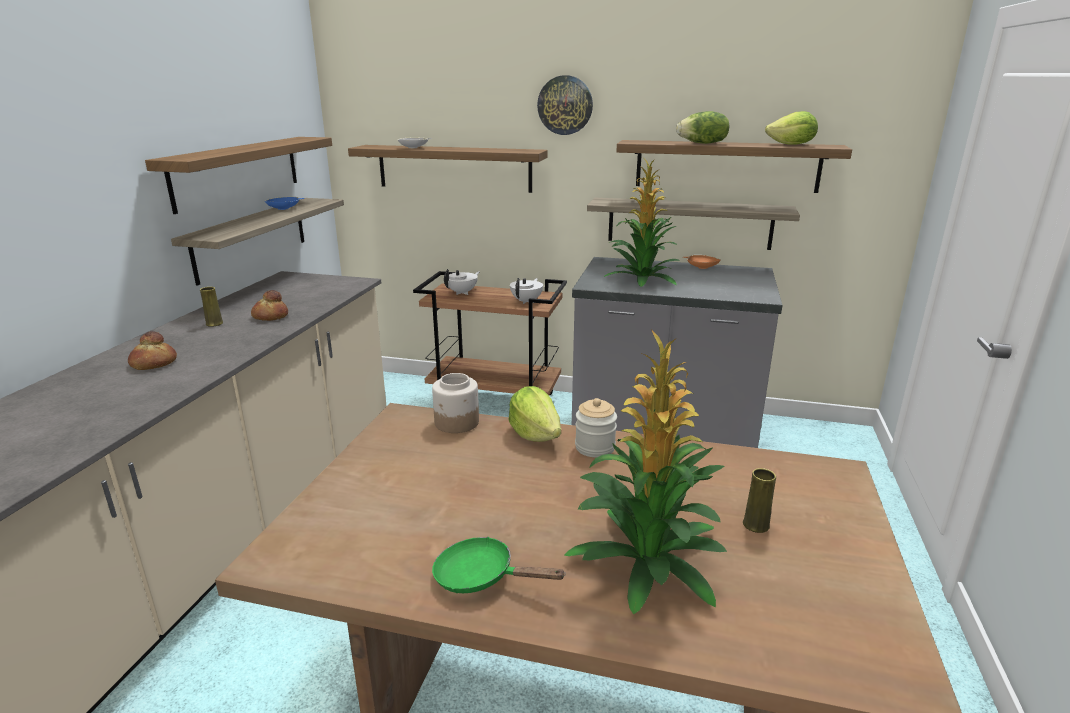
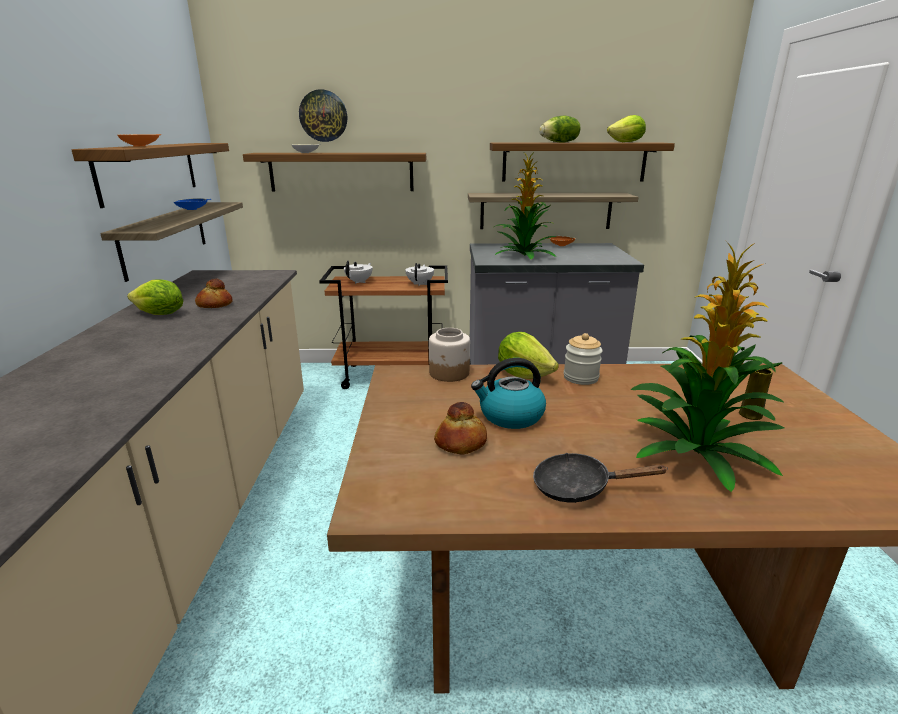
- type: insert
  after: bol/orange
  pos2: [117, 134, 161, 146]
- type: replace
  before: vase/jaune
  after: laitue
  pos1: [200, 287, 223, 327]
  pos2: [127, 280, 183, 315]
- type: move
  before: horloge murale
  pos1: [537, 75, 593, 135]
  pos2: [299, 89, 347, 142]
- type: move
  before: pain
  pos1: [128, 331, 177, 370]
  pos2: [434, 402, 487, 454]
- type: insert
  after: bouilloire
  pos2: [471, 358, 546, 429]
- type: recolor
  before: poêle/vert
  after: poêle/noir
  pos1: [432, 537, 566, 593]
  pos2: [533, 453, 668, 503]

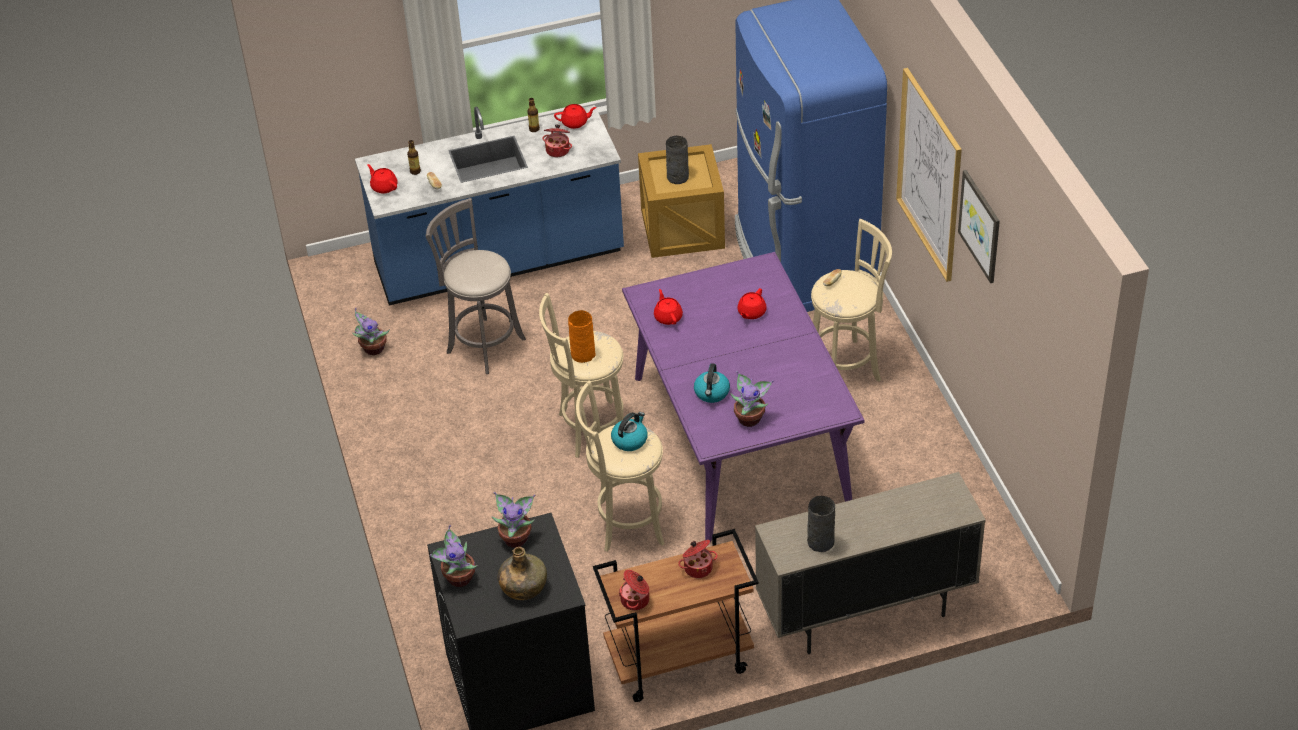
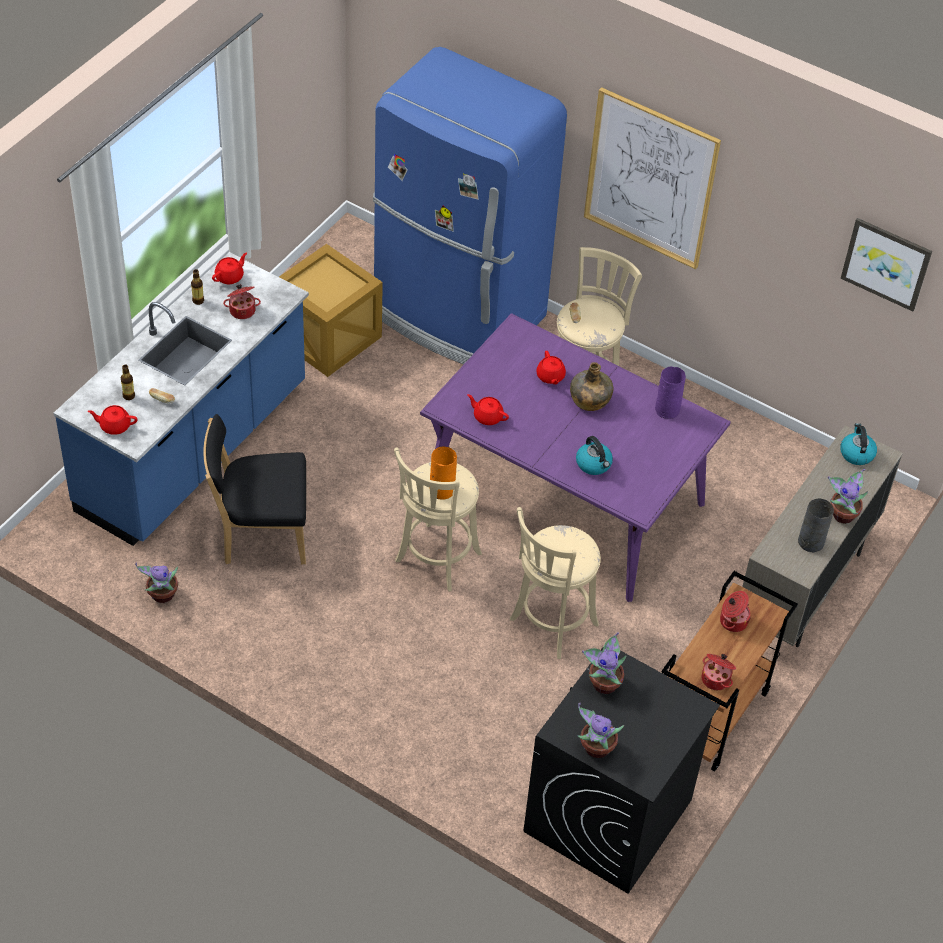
- type: replace
  before: tabouret/gris
  after: chaise/noir
  pos1: [426, 198, 526, 374]
  pos2: [203, 414, 306, 564]
- type: move
  before: bouteille/vert
  pos1: [498, 547, 547, 600]
  pos2: [570, 362, 614, 411]
- type: insert
  after: vase/violet
  pos2: [655, 367, 686, 419]
- type: move
  before: plante en pot
  pos1: [730, 371, 773, 427]
  pos2: [828, 469, 868, 524]
- type: move
  before: bouilloire
  pos1: [611, 412, 648, 451]
  pos2: [840, 423, 877, 465]
- type: move
  before: tableau
  pos1: [958, 170, 1000, 283]
  pos2: [841, 218, 932, 311]
- type: delete
  before: vase/gris
  pos1: [666, 136, 689, 184]

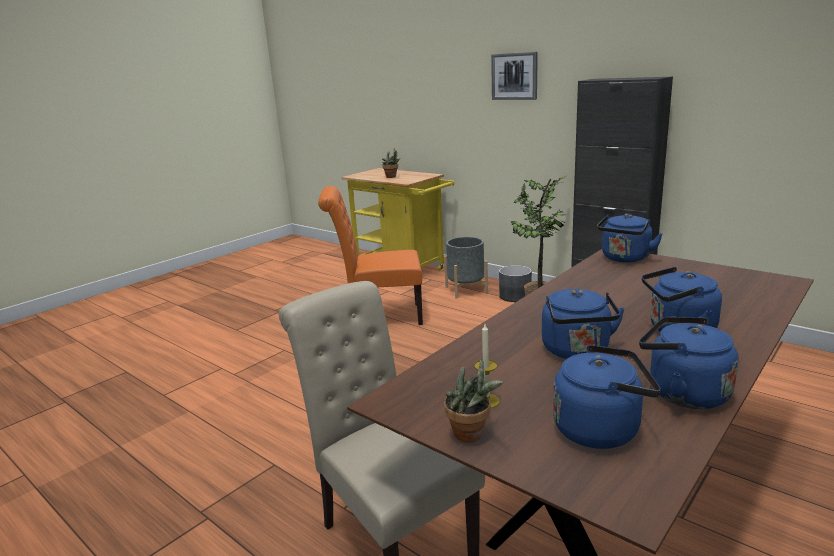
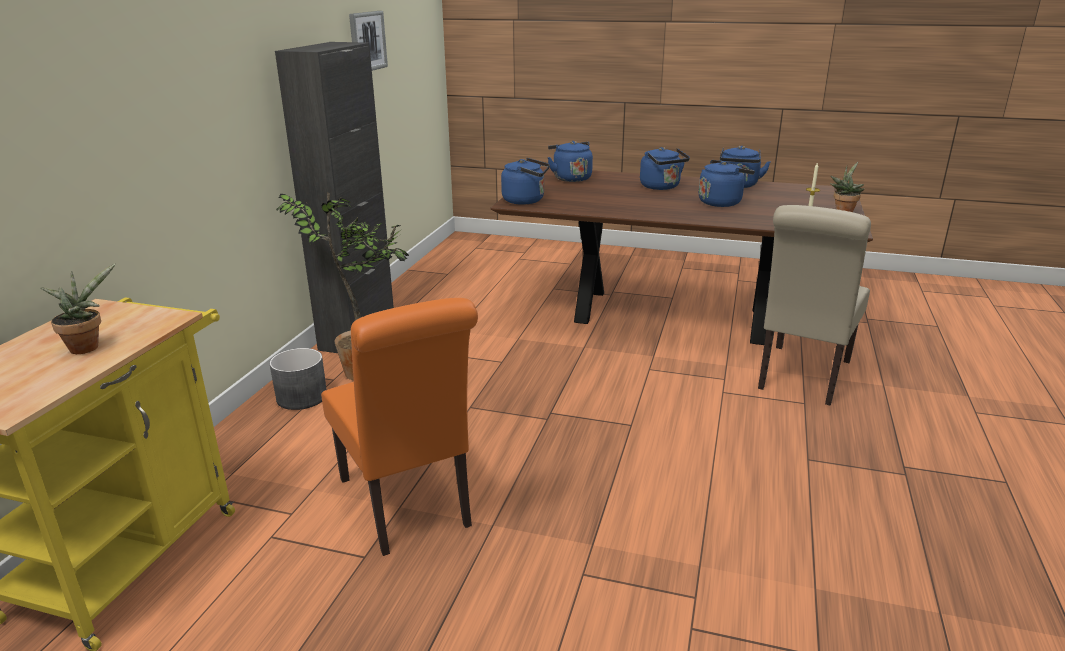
- type: move
  before: tableau
  pos1: [491, 52, 538, 100]
  pos2: [349, 11, 388, 71]
- type: move
  before: bouilloire/bleu
  pos1: [553, 345, 661, 449]
  pos2: [547, 141, 593, 182]
- type: delete
  before: cache-pot/gris
  pos1: [444, 237, 488, 299]

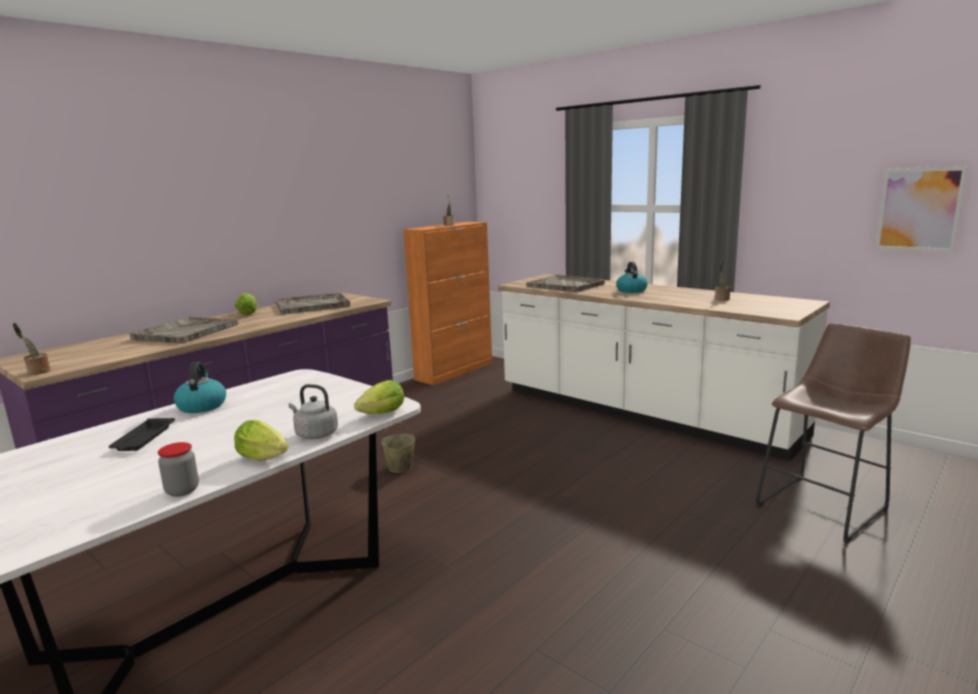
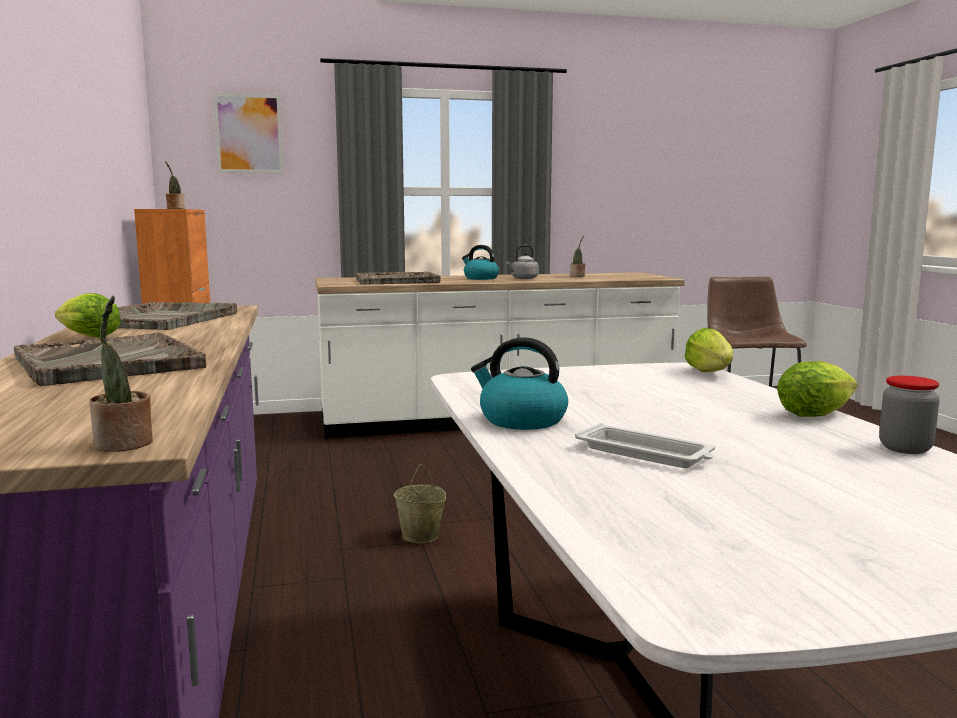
- type: move
  before: tableau
  pos1: [875, 167, 968, 252]
  pos2: [213, 93, 284, 174]
- type: move
  before: bouilloire/gris
  pos1: [289, 384, 338, 439]
  pos2: [506, 245, 539, 279]
- type: recolor
  before: plateau/noir
  after: plateau/blanc
  pos1: [109, 418, 175, 451]
  pos2: [575, 423, 715, 468]

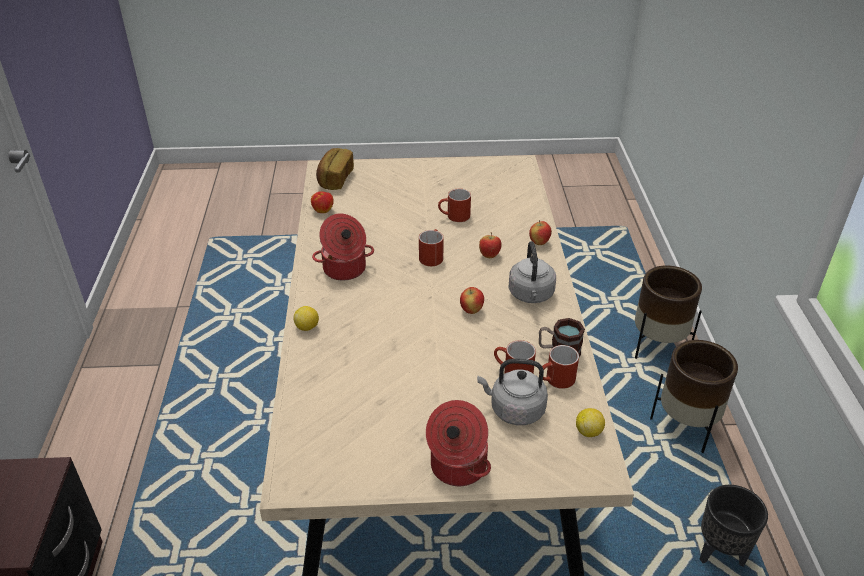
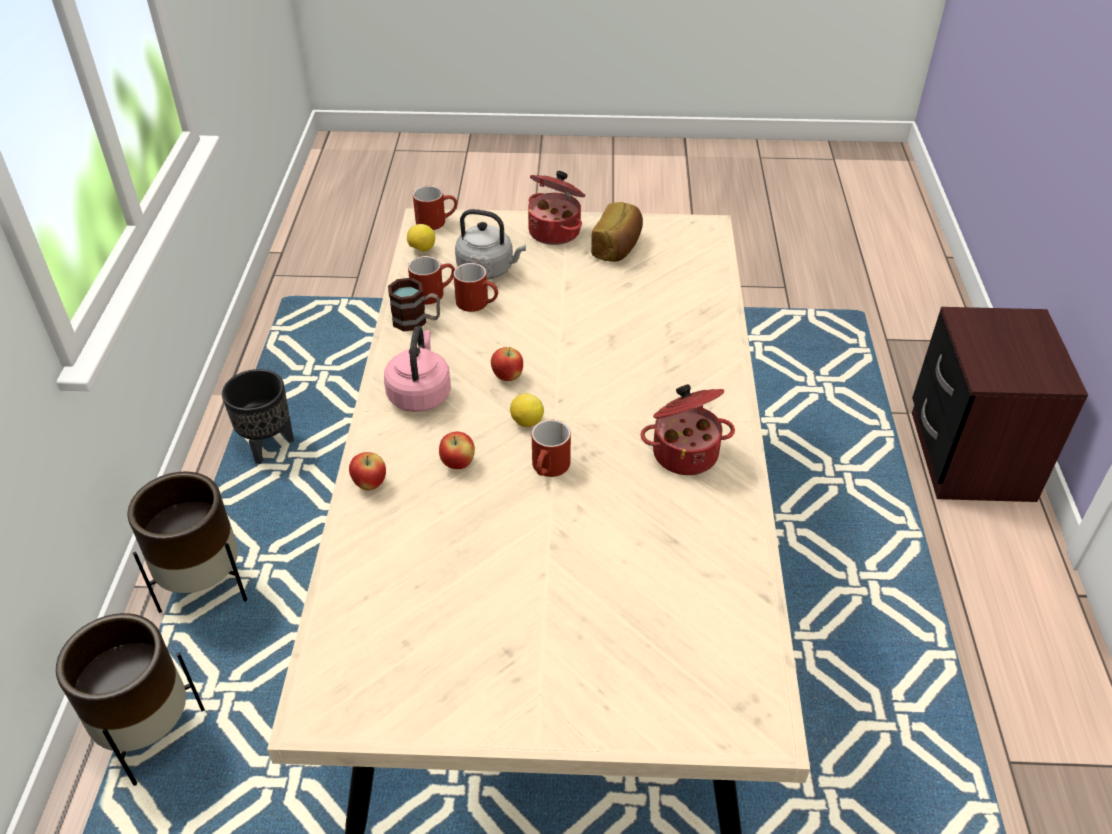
- type: recolor
  before: bouilloire/gris
  after: bouilloire/rose
  pos1: [508, 241, 556, 303]
  pos2: [384, 326, 451, 412]
- type: move
  before: mug/rouge
  pos1: [438, 189, 471, 222]
  pos2: [413, 186, 457, 230]
- type: move
  before: citron
  pos1: [293, 306, 319, 331]
  pos2: [510, 393, 544, 427]
- type: move
  before: pain
  pos1: [316, 148, 354, 190]
  pos2: [591, 202, 643, 262]
- type: delete
  before: pomme
  pos1: [311, 191, 334, 213]

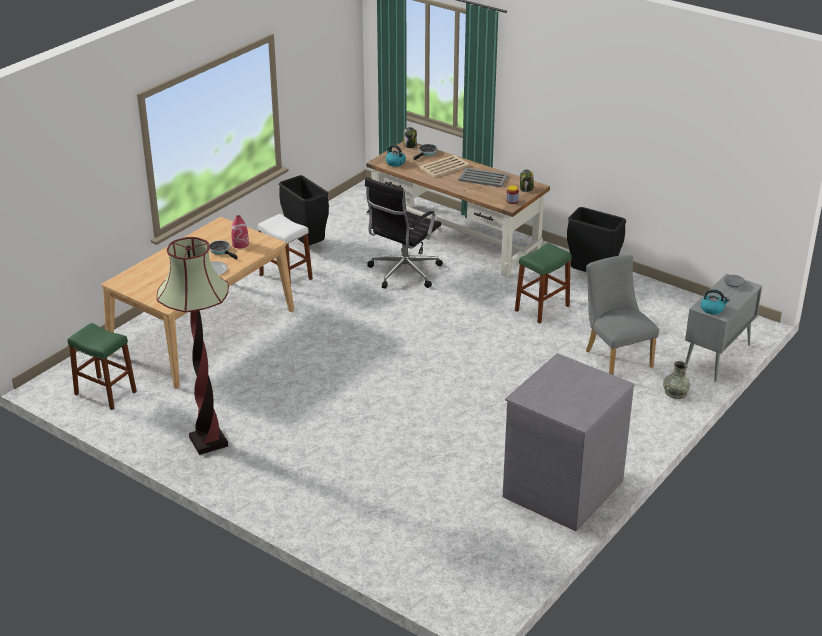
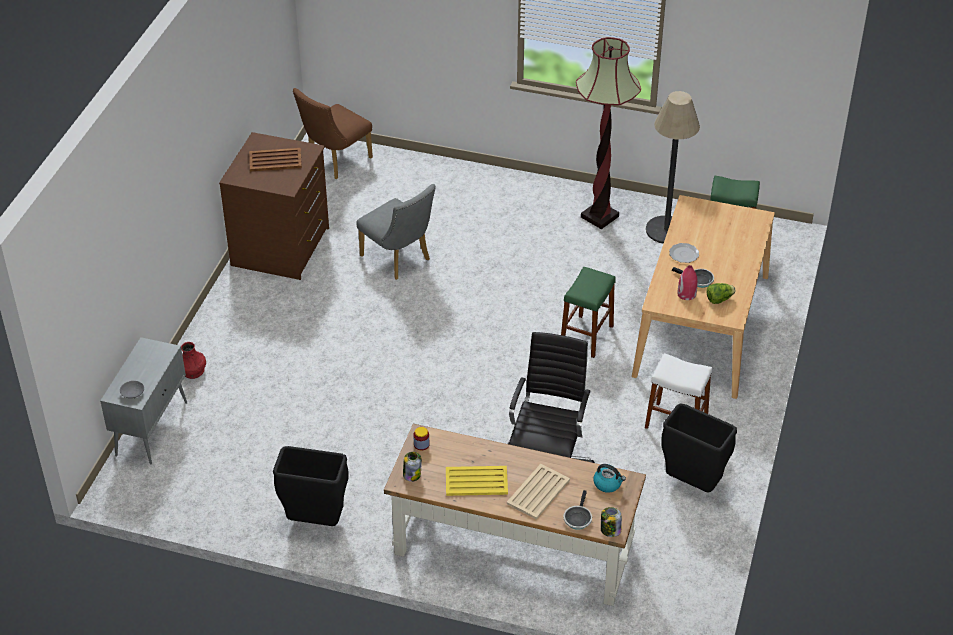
- type: recolor
  before: vase/gris
  after: vase/rouge
  pos1: [663, 361, 690, 399]
  pos2: [181, 342, 206, 379]
- type: recolor
  before: commode/gris
  after: commode/marron
  pos1: [503, 353, 635, 531]
  pos2: [219, 132, 329, 280]
- type: insert
  after: plateau/marron
  pos2: [249, 148, 302, 172]
- type: insert
  after: chaise/marron
  pos2: [293, 88, 373, 179]
- type: move
  before: chaise/gris
  pos1: [586, 255, 659, 375]
  pos2: [356, 184, 436, 280]
- type: recolor
  before: plateau/gris
  after: plateau/jaune
  pos1: [458, 168, 508, 187]
  pos2: [446, 466, 508, 496]
- type: move
  before: tabouret/vert
  pos1: [515, 243, 572, 323]
  pos2: [561, 267, 616, 358]
- type: insert
  after: lampadaire
  pos2: [646, 91, 700, 244]
- type: insert
  after: laitue
  pos2: [707, 283, 736, 304]
- type: delete
  before: bouilloire
  pos1: [701, 289, 730, 314]

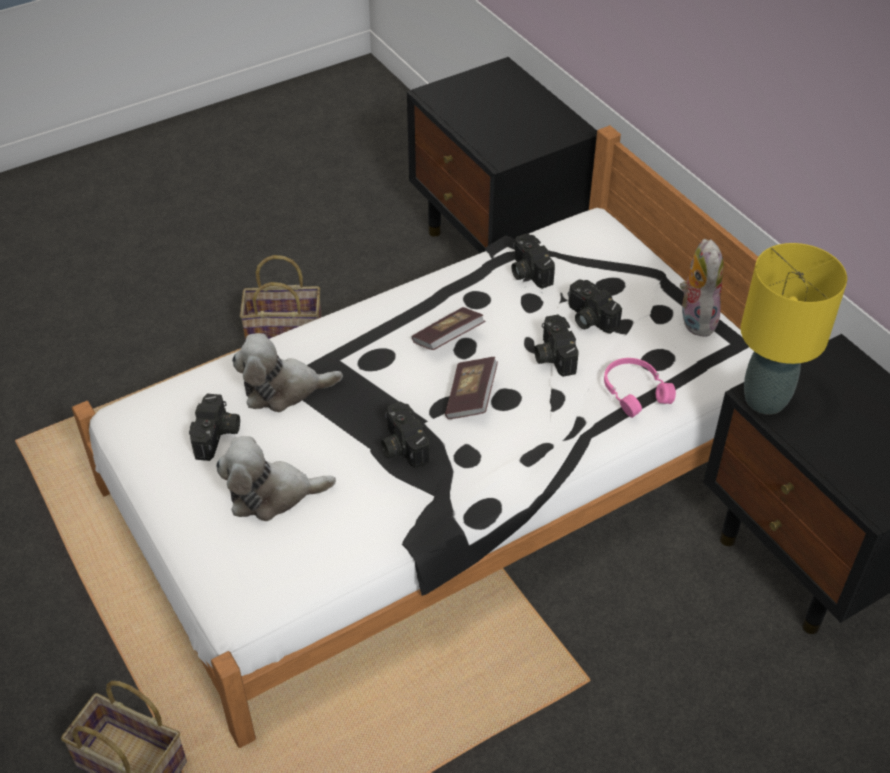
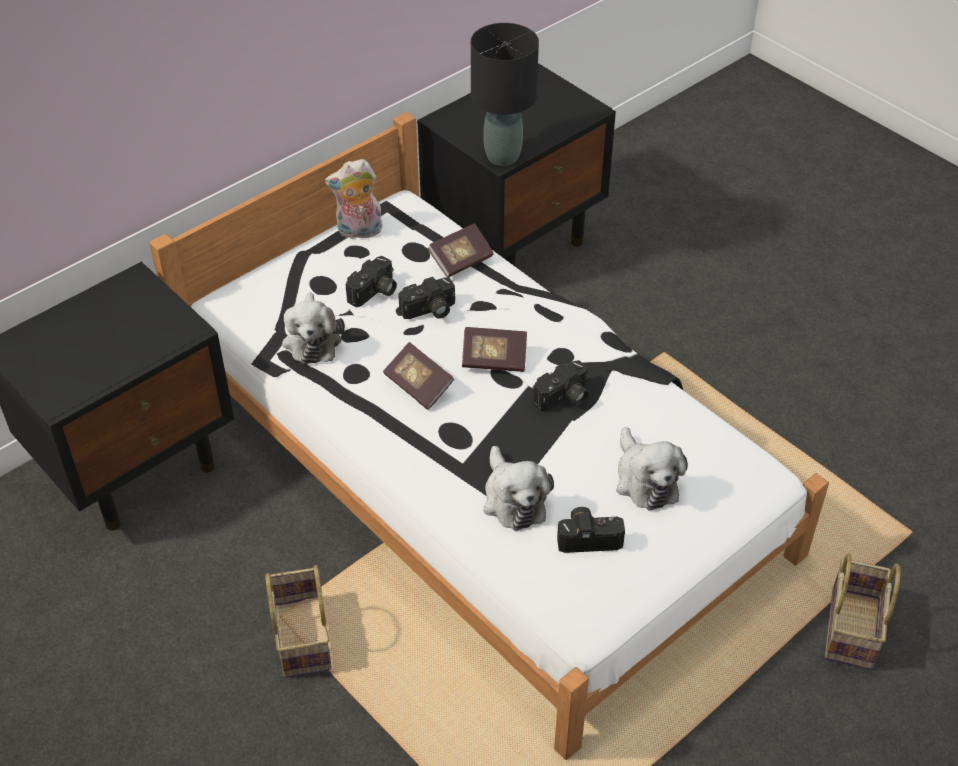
- type: replace
  before: appareil photo
  after: peluche
  pos1: [511, 233, 555, 289]
  pos2: [282, 292, 345, 364]
- type: replace
  before: casque audio/rose
  after: livre
  pos1: [604, 358, 676, 418]
  pos2: [427, 223, 494, 278]
- type: recolor
  before: lampe de table/jaune
  after: lampe de table/noir
  pos1: [741, 243, 847, 415]
  pos2: [471, 23, 539, 166]

